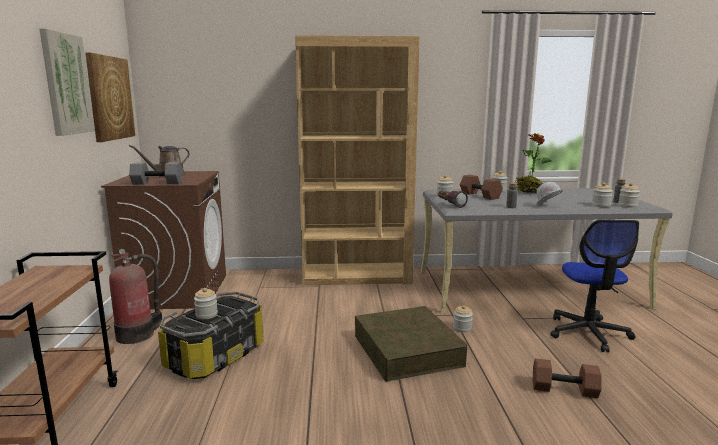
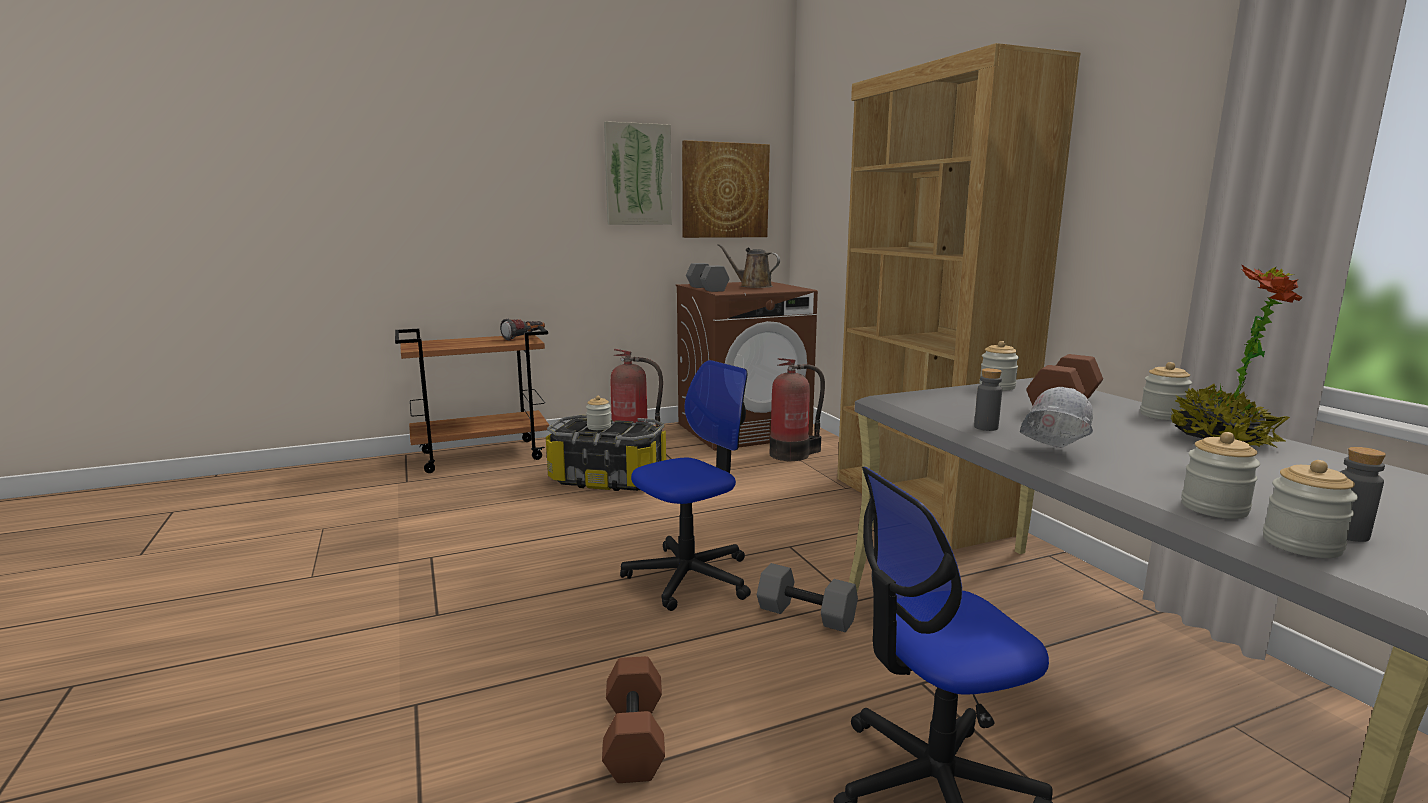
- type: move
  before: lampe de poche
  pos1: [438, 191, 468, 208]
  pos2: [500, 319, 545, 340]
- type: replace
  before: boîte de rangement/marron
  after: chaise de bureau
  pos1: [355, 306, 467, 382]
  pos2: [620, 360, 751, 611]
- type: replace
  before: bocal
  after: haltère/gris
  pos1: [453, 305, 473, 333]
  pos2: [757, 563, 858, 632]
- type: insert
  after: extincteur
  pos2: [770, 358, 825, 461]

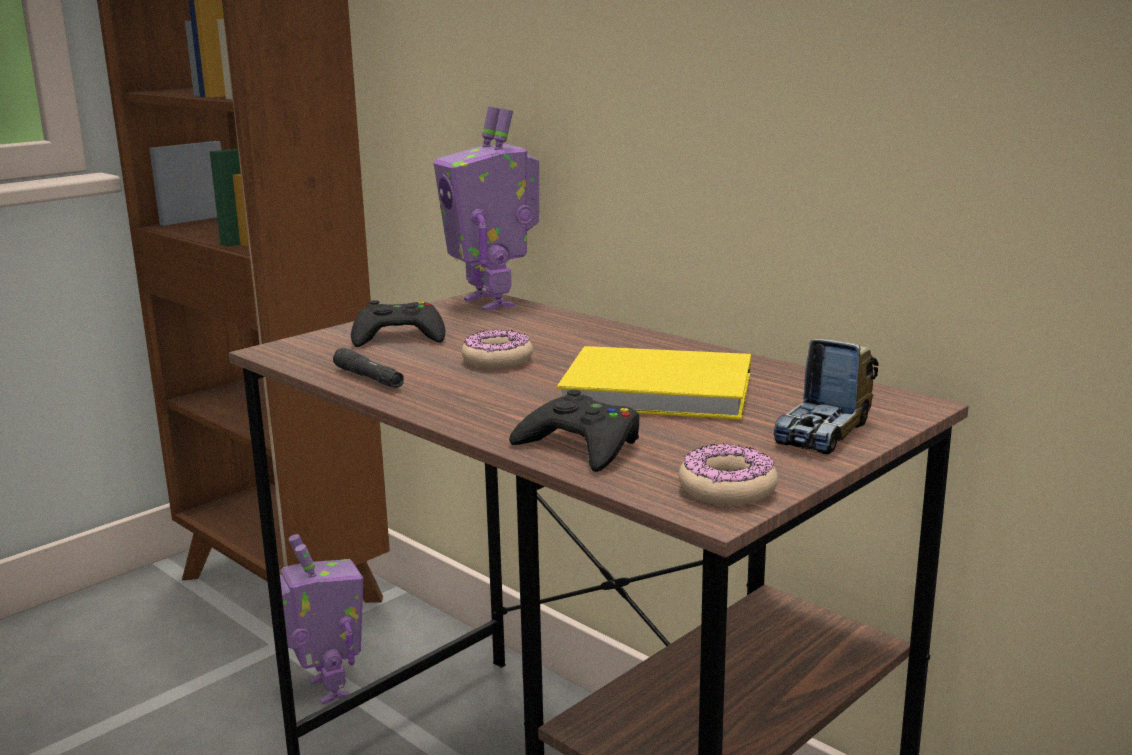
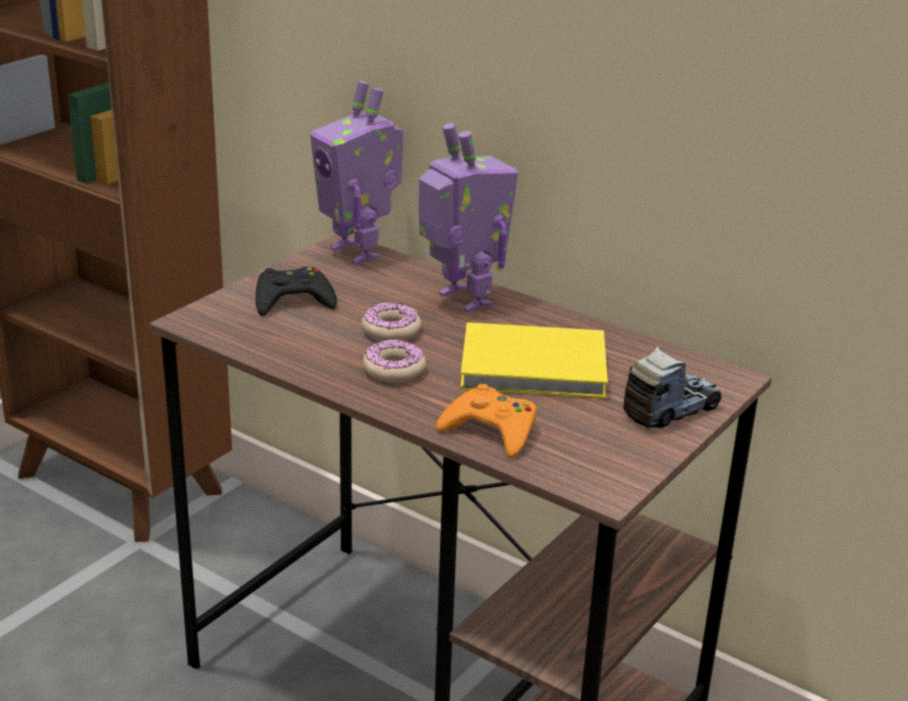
- type: move
  before: beignet
  pos1: [679, 443, 778, 505]
  pos2: [363, 339, 426, 383]
- type: move
  before: robot jouet
  pos1: [280, 534, 363, 705]
  pos2: [419, 123, 518, 312]
- type: recolor
  before: manette/noir
  after: manette/orange
  pos1: [509, 389, 639, 472]
  pos2: [436, 384, 537, 458]
- type: rotate
  before: camion jouet
  pos1: [774, 339, 878, 454]
  pos2: [623, 346, 721, 429]
  turn: -150
- type: delete
  before: lampe de poche/noir
  pos1: [333, 348, 404, 388]

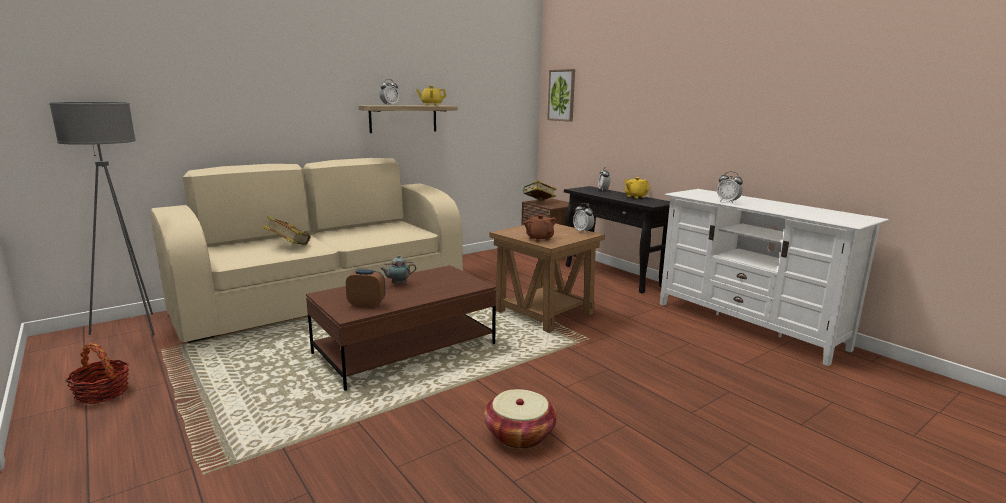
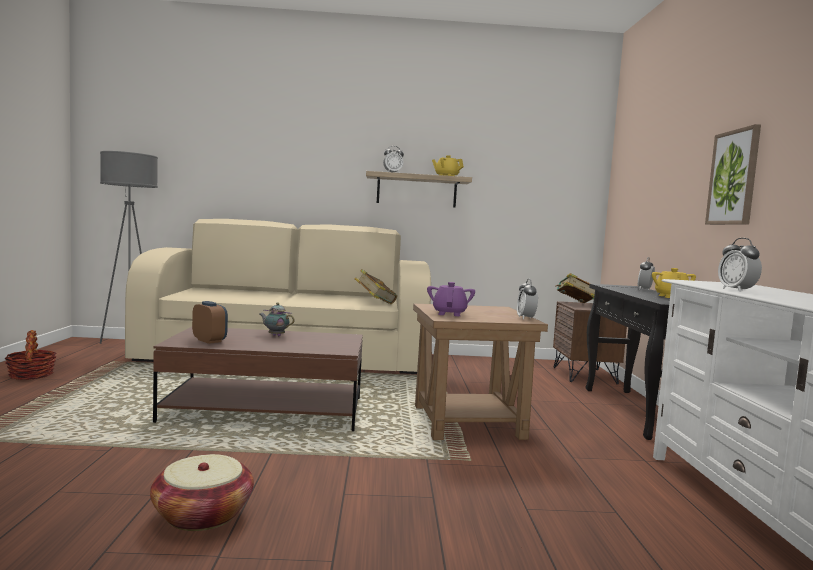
- type: move
  before: livre
  pos1: [262, 216, 311, 245]
  pos2: [355, 269, 397, 304]
- type: recolor
  before: théière/marron
  after: théière/violet
  pos1: [524, 215, 556, 242]
  pos2: [427, 282, 475, 316]
- type: move
  before: tableau
  pos1: [547, 69, 575, 122]
  pos2: [705, 124, 761, 225]

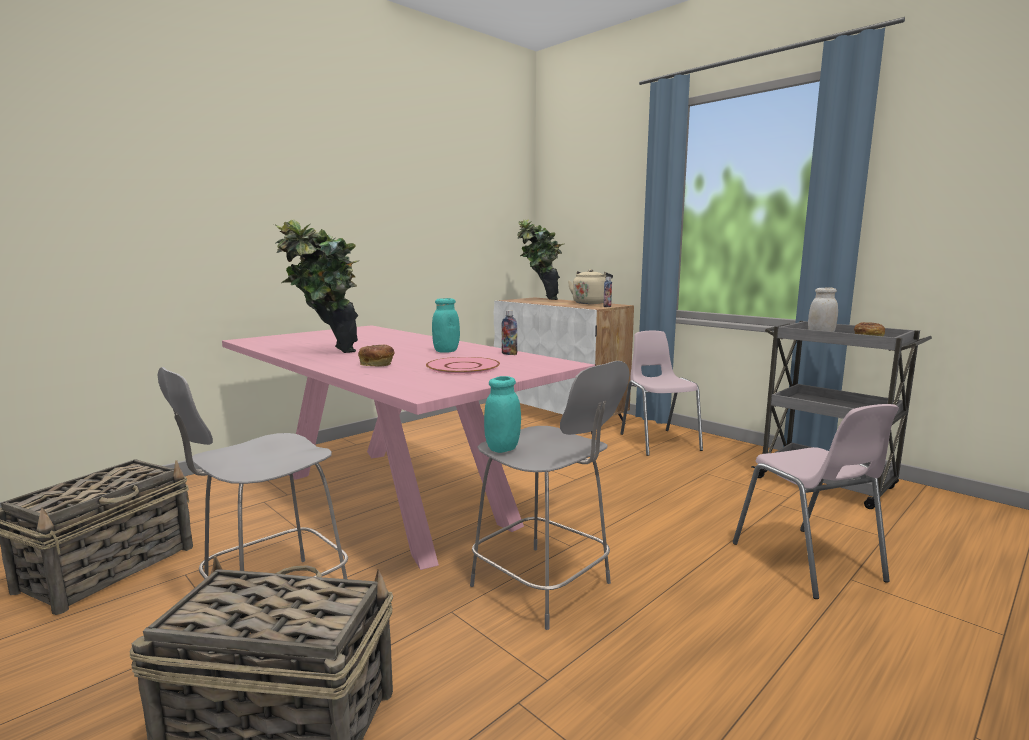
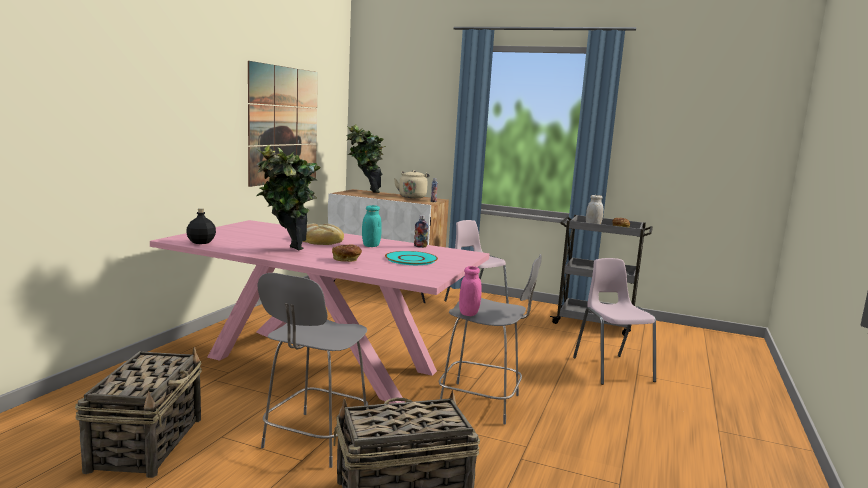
- type: insert
  after: bouteille/noir
  pos2: [186, 208, 216, 244]
- type: insert
  after: tableau
  pos2: [248, 61, 318, 187]
- type: insert
  after: pain
  pos2: [302, 223, 344, 245]
- type: recolor
  before: assiette/rose
  after: assiette/turquoise
  pos1: [426, 357, 500, 374]
  pos2: [385, 251, 438, 265]
- type: recolor
  before: bocal/turquoise
  after: bocal/rose
  pos1: [484, 376, 521, 453]
  pos2: [459, 266, 482, 316]
- type: rotate
  before: chaise/rose
  pos1: [733, 404, 899, 599]
  pos2: [573, 258, 656, 385]
  turn: -150

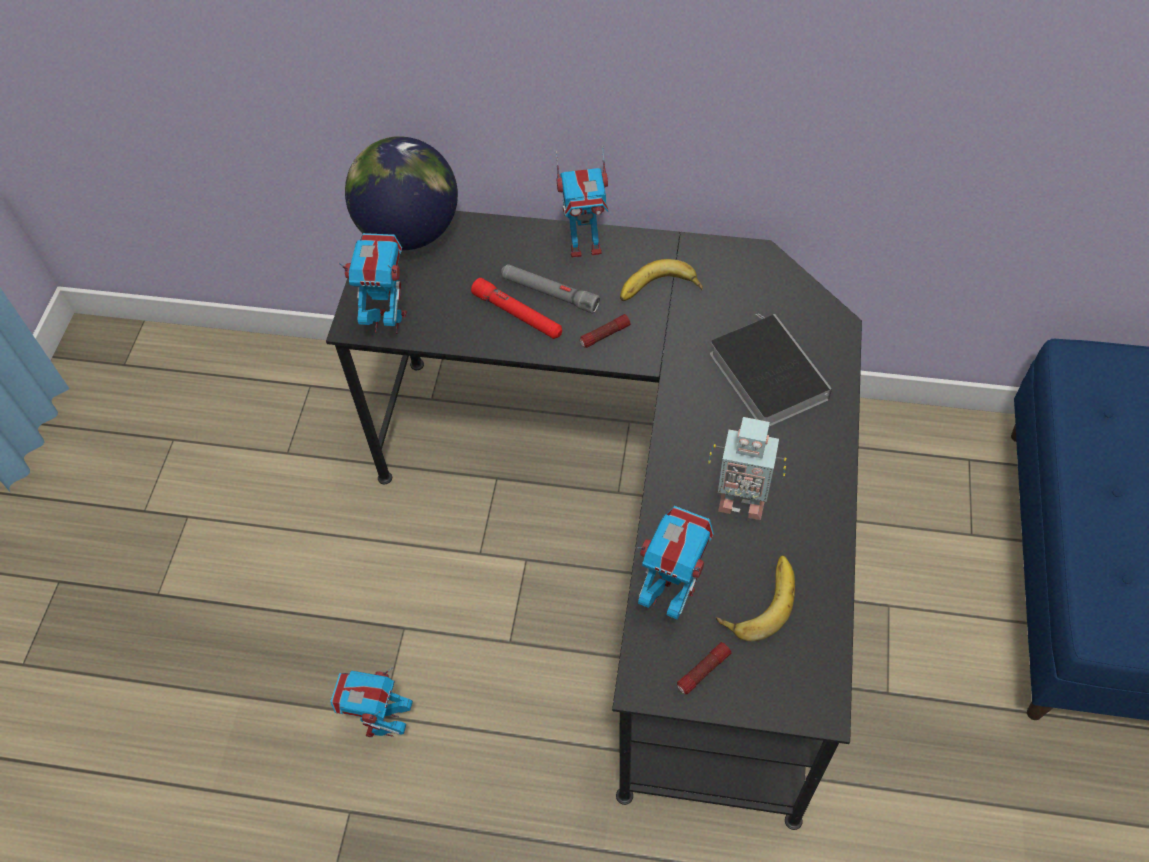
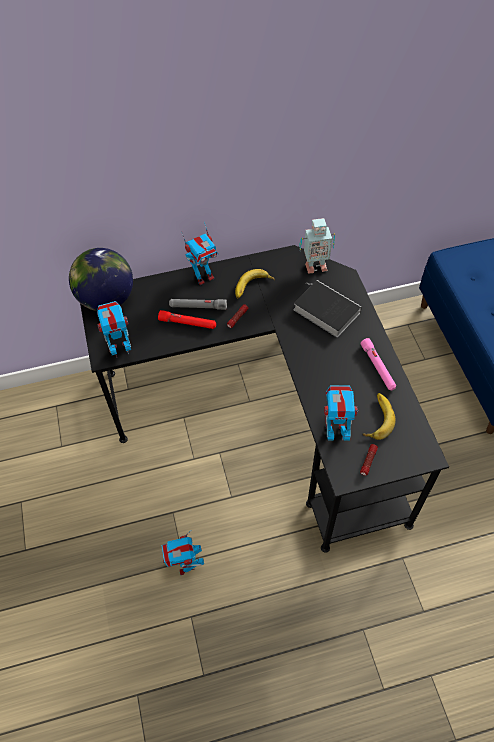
- type: move
  before: robot jouet
  pos1: [708, 417, 786, 520]
  pos2: [299, 218, 335, 274]
- type: insert
  after: lampe de poche/rose
  pos2: [361, 338, 396, 390]

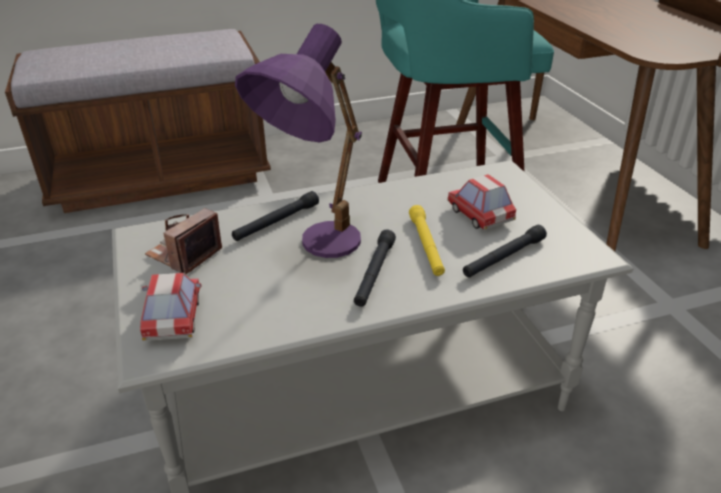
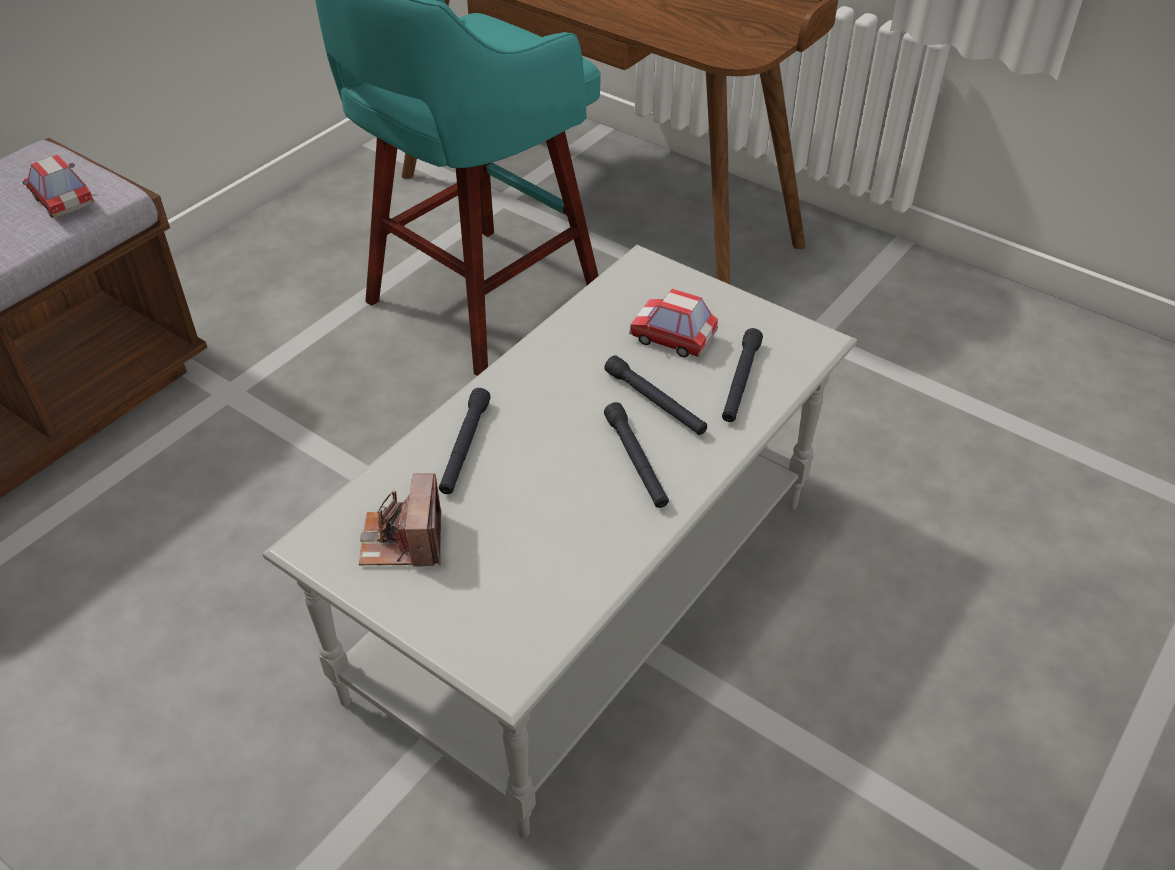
- type: move
  before: petite voiture
  pos1: [140, 273, 202, 341]
  pos2: [22, 155, 95, 218]
- type: recolor
  before: lampe de poche/jaune
  after: lampe de poche/noir
  pos1: [409, 205, 445, 276]
  pos2: [605, 355, 707, 435]
- type: delete
  before: lampe de table/violet
  pos1: [235, 24, 362, 258]

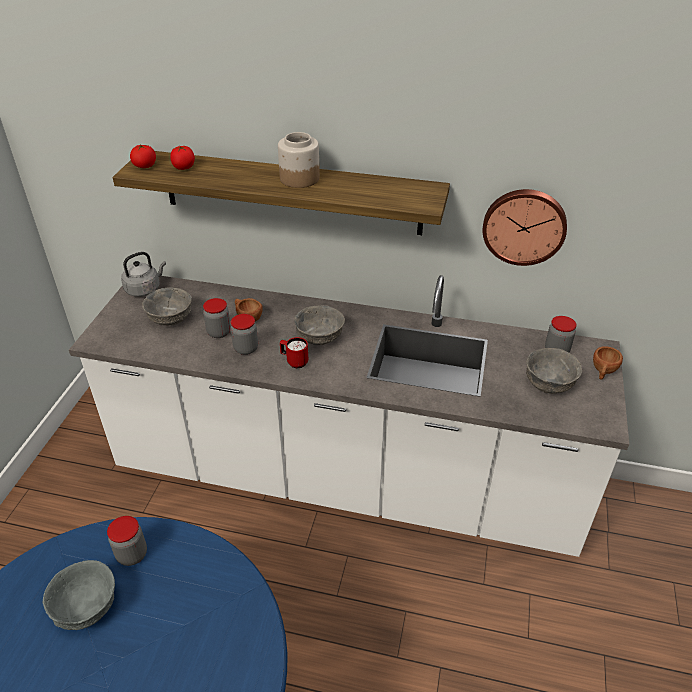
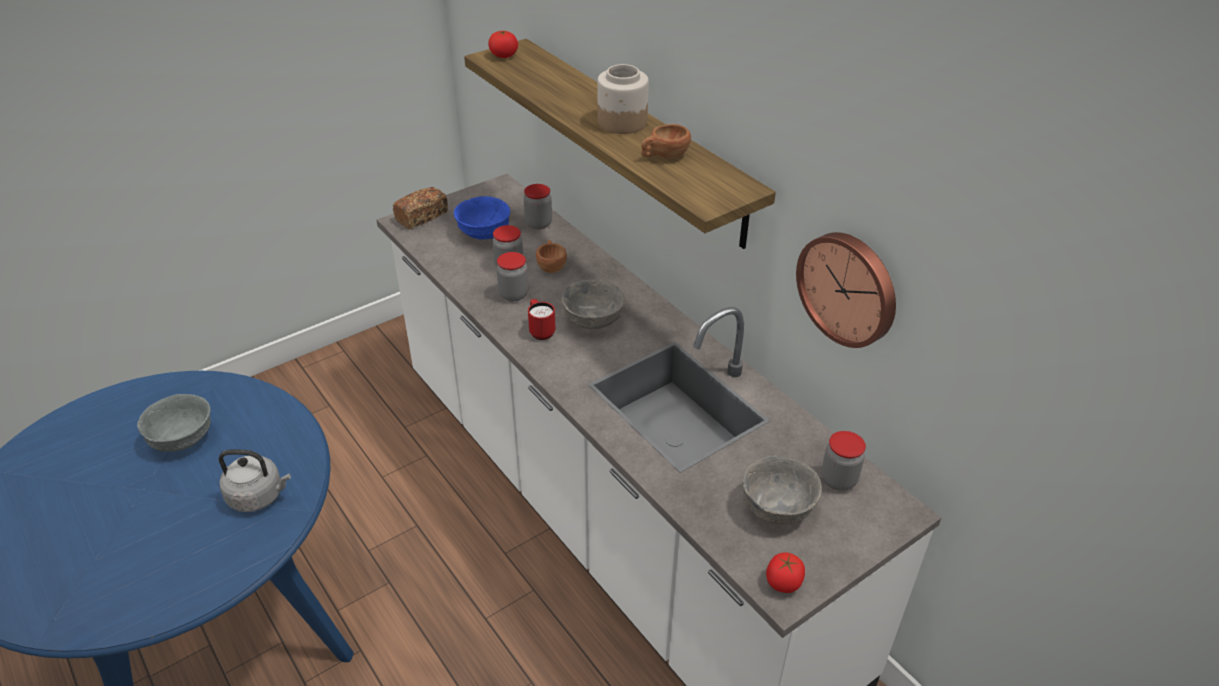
- type: move
  before: bouilloire/gris
  pos1: [121, 252, 166, 297]
  pos2: [219, 449, 291, 512]
- type: insert
  after: pain
  pos2: [392, 187, 448, 229]
- type: recolor
  before: bol/gris
  after: bol/bleu
  pos1: [142, 288, 192, 326]
  pos2: [454, 196, 510, 240]
- type: move
  before: bocal
  pos1: [107, 516, 147, 566]
  pos2: [524, 184, 552, 229]
- type: move
  before: tasse/marron
  pos1: [593, 346, 623, 380]
  pos2: [641, 124, 691, 159]
- type: move
  before: tomate
  pos1: [170, 146, 195, 170]
  pos2: [766, 552, 805, 593]

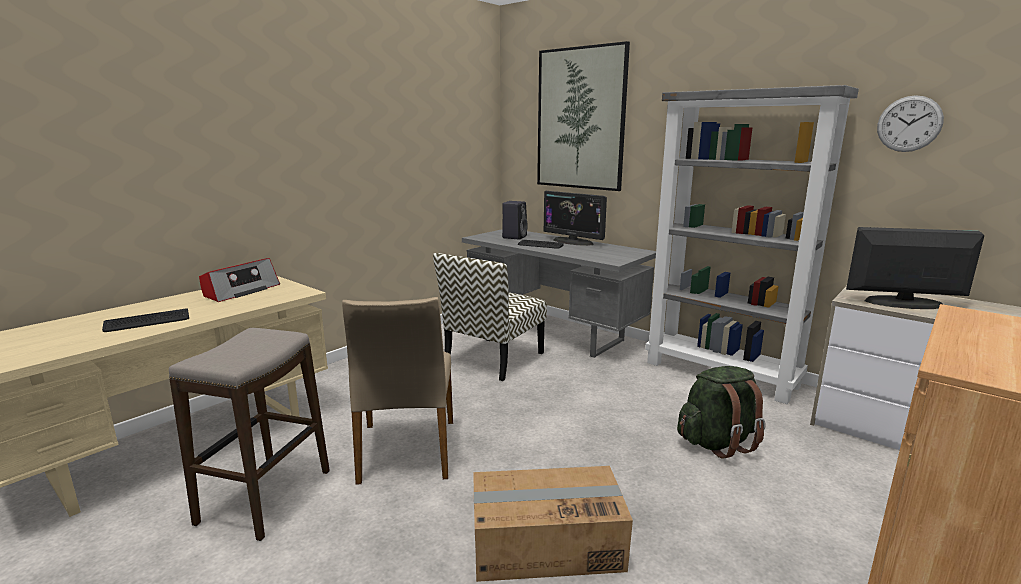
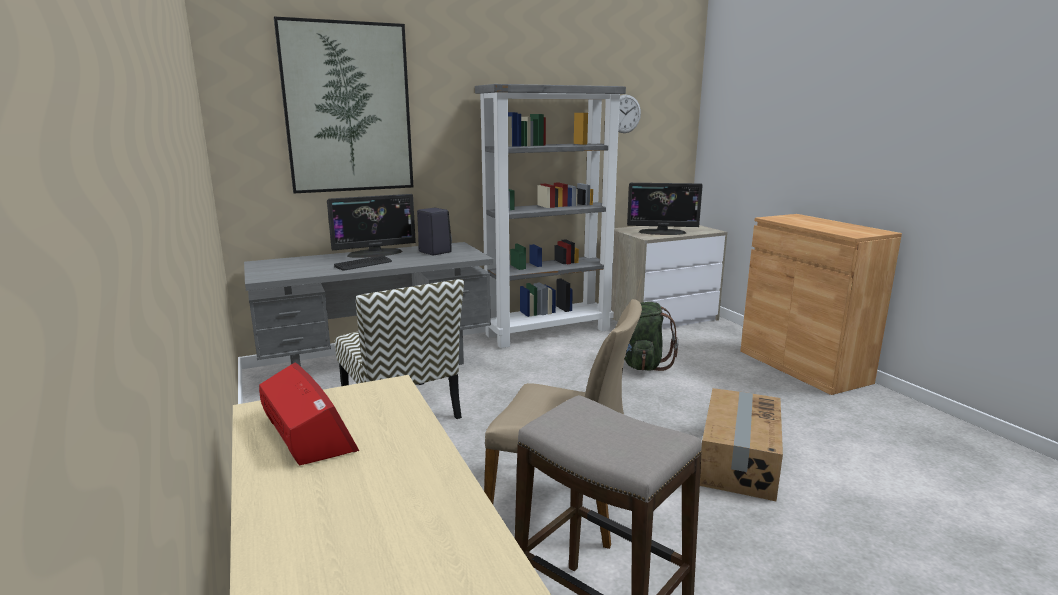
- type: move
  before: enceinte/noir
  pos1: [502, 201, 528, 239]
  pos2: [417, 208, 452, 255]
- type: rotate
  before: écran d'ordinateur
  pos1: [846, 227, 984, 309]
  pos2: [627, 183, 703, 235]
  turn: -120
- type: delete
  before: clavier
  pos1: [102, 308, 189, 332]

